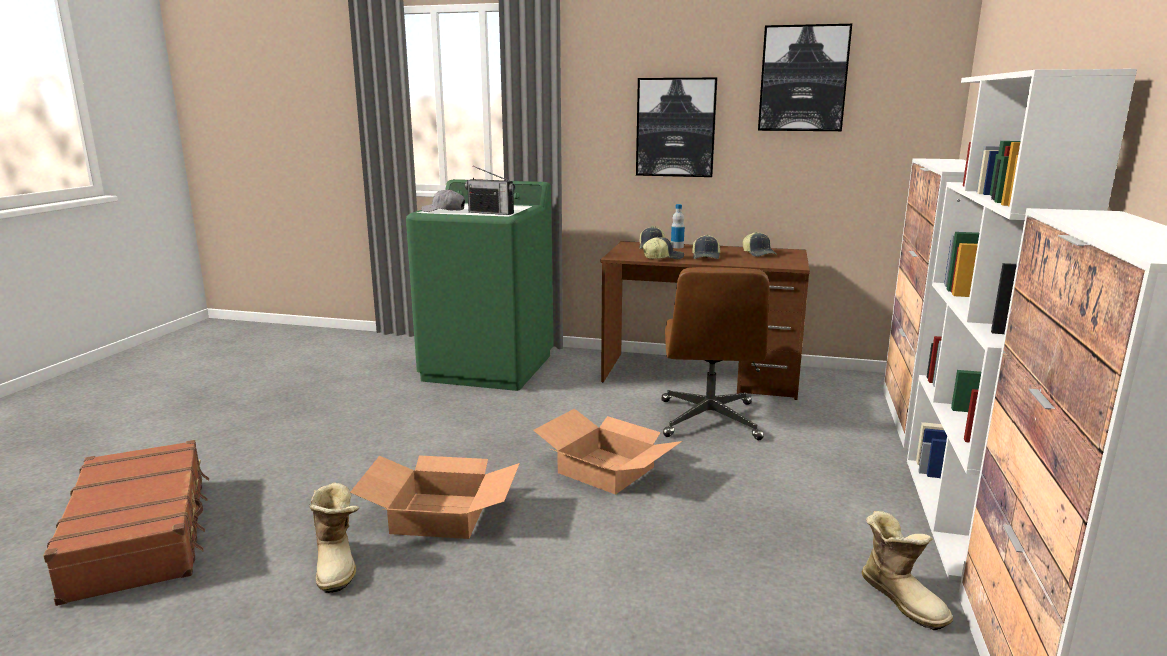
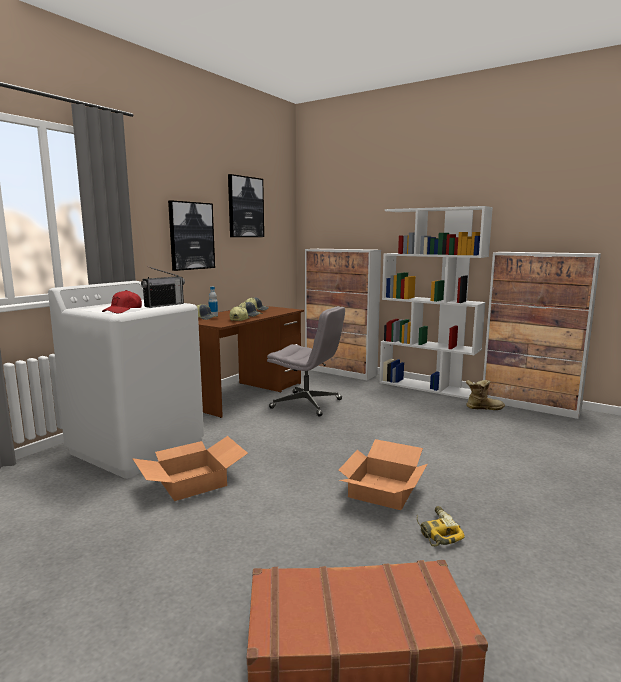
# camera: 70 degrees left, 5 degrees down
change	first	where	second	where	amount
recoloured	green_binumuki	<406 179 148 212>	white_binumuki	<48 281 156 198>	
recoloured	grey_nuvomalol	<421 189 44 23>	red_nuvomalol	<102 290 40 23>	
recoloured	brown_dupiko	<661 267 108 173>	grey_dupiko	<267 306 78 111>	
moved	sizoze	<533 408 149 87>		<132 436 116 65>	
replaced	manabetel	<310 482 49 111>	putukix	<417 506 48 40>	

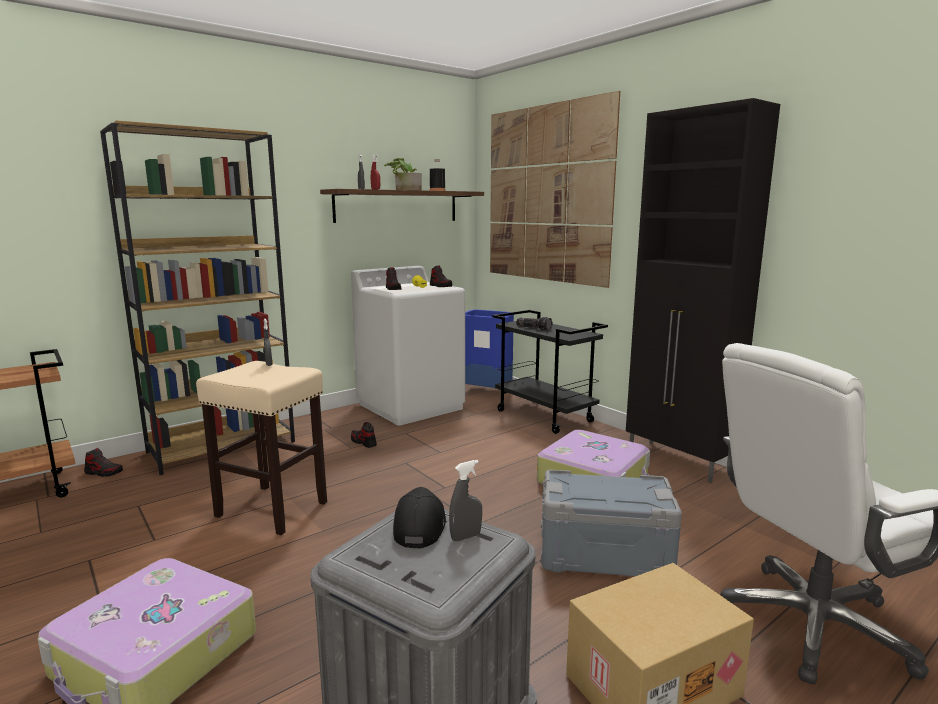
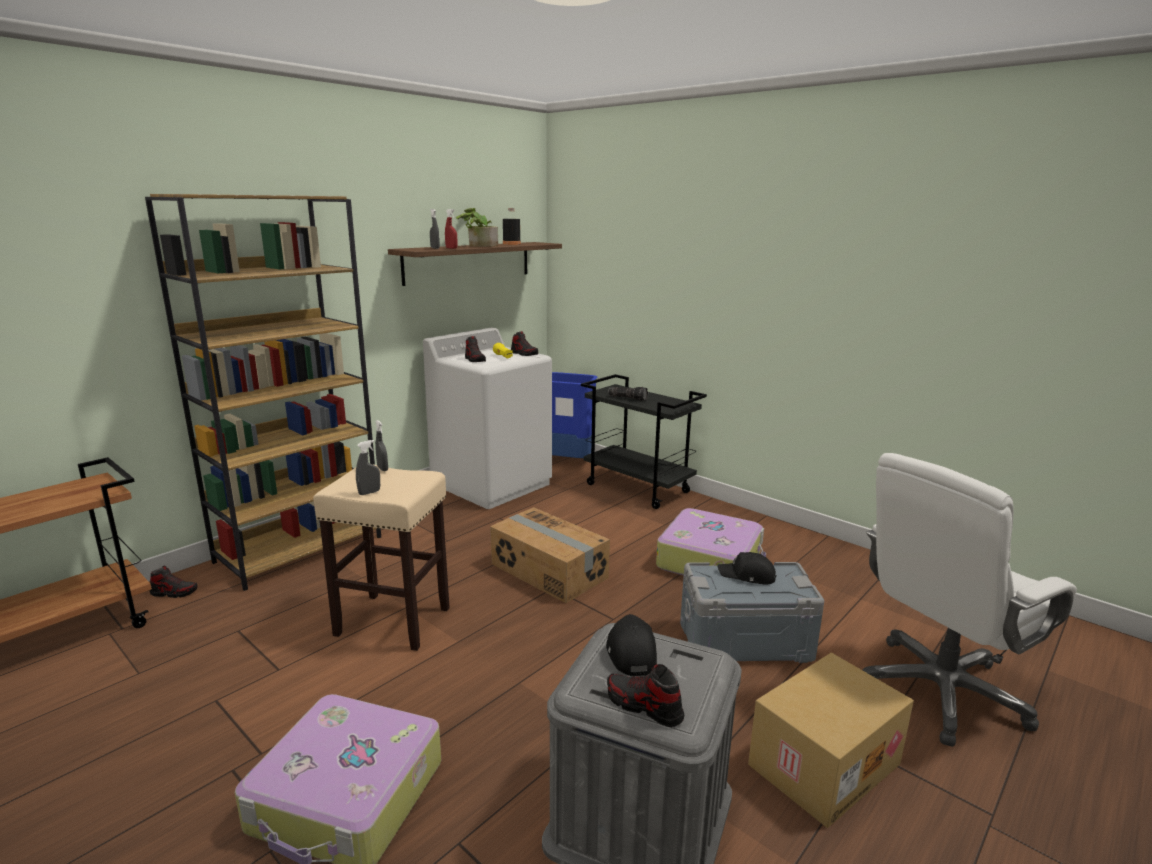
# camera: 10 degrees left, 5 degrees up
change	first	where	second	where	amount
removed	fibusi	<490 91 130 197>			
removed	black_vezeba	<626 98 154 385>			
moved	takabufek	<351 422 26 26>		<607 664 78 63>	
moved	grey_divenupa	<449 460 33 81>		<356 440 24 55>	
added			sizoze	<490 507 120 96>	
added			black_nuvomalol	<717 552 59 33>	

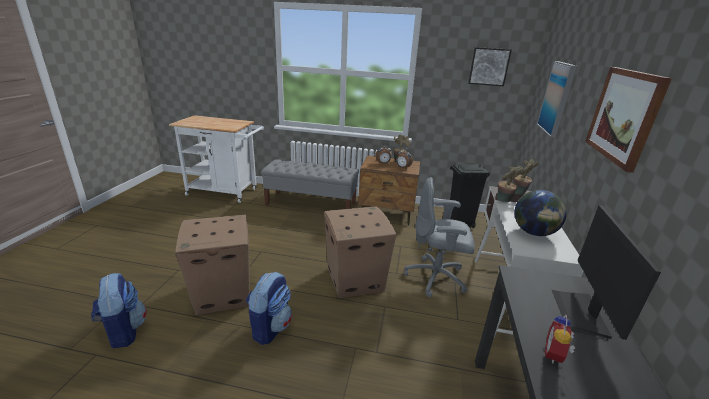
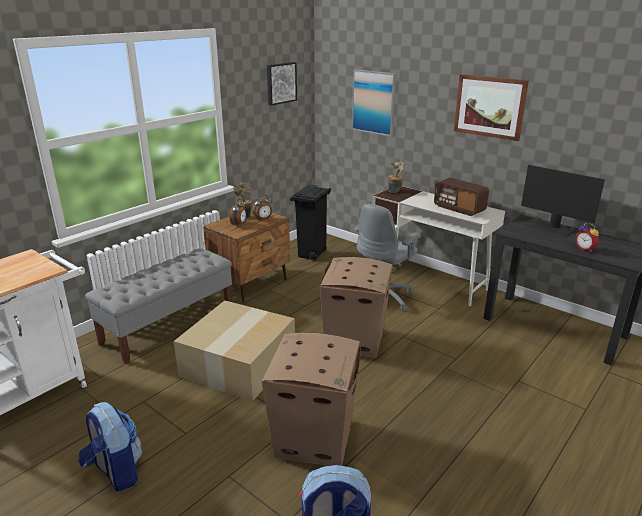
# camera: 60 degrees left, 0 degrees up
change	first	where	second	where	amount
removed	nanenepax	<497 166 27 36>			
replaced	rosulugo	<514 190 53 46>	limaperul	<434 178 55 38>	
moved	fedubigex	<246 272 46 73>		<78 402 64 90>	
added			sizoze	<174 300 121 101>	

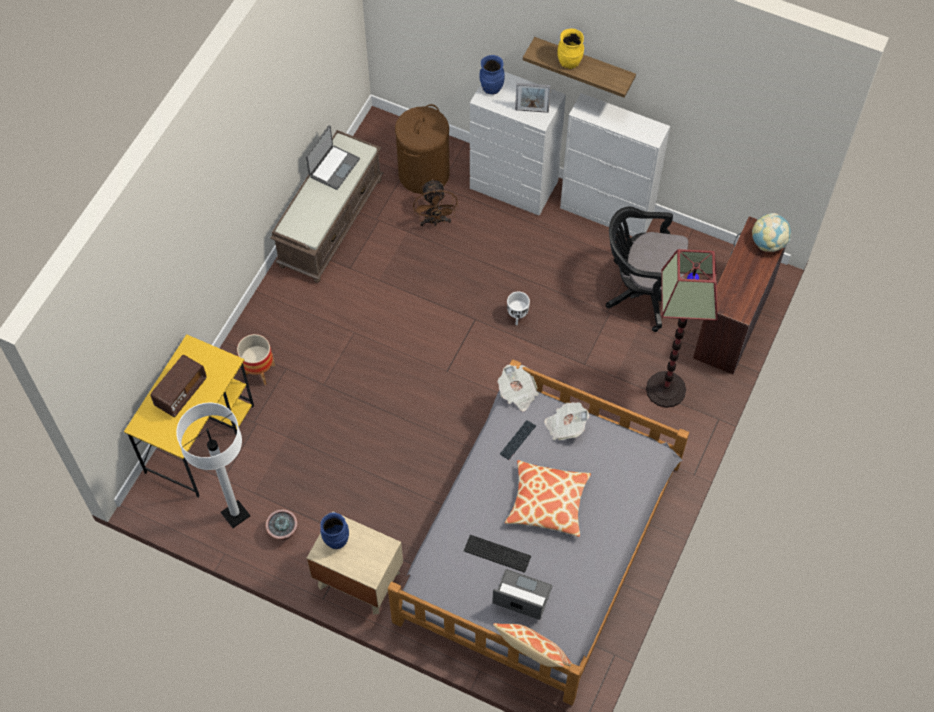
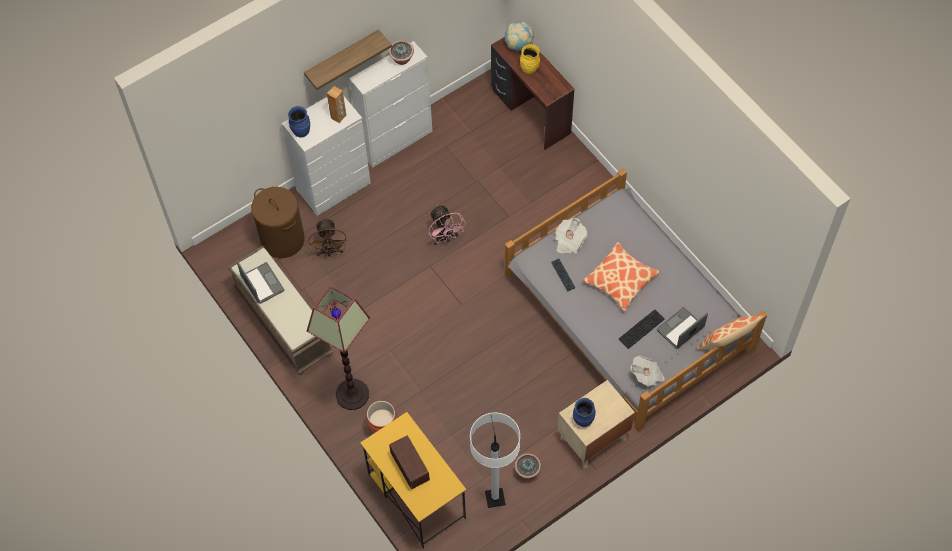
# camera: 60 degrees left, 0 degrees up
change	first	where	second	where	amount
moved	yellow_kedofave	<557 29 27 40>		<520 44 20 30>	
replaced	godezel	<515 83 36 30>	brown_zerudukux	<327 86 19 37>	
turned	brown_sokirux	<413 178 46 48>		<308 218 39 39>	60 degrees clockwise
removed	black_dupiko	<606 207 82 125>			
moved	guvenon	<646 249 72 159>		<307 285 63 125>	
replaced	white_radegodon	<507 291 23 34>	pink_sokirux	<428 205 38 40>	
moved	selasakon	<498 364 41 47>		<630 356 35 31>	
added			nanenepax	<389 40 25 25>	

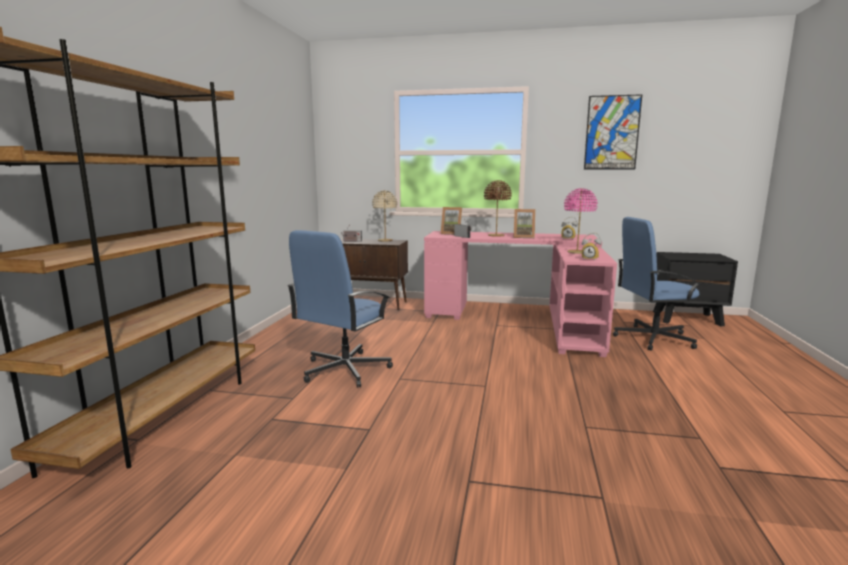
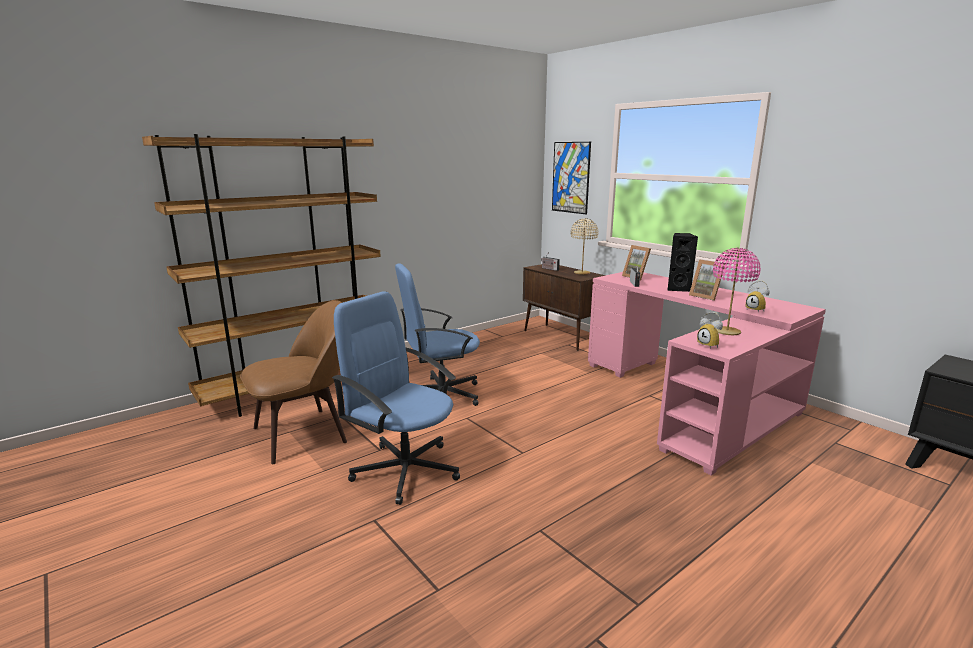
# camera: 40 degrees right, 5 degrees up
change	first	where	second	where	amount
moved	fibusi	<584 94 58 75>		<552 142 39 72>	
replaced	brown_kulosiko	<484 180 28 57>	black_zerudukux	<667 233 31 59>	
moved	blue_dupiko	<613 217 88 134>		<332 291 128 214>	
added			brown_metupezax	<240 300 107 164>	

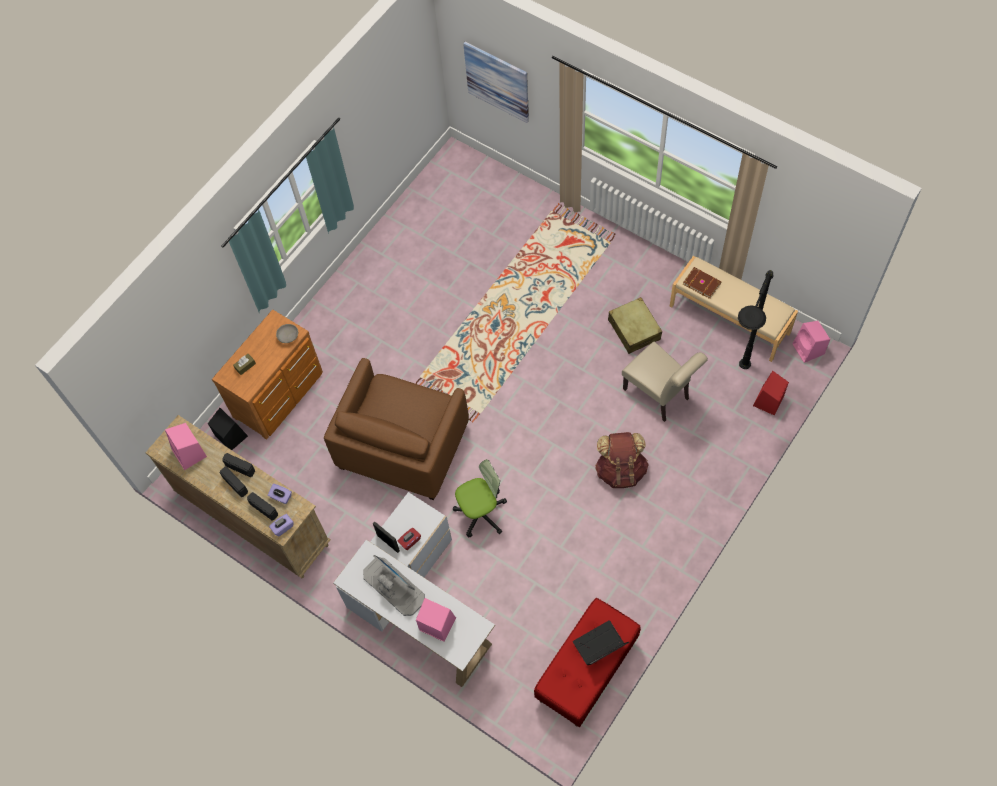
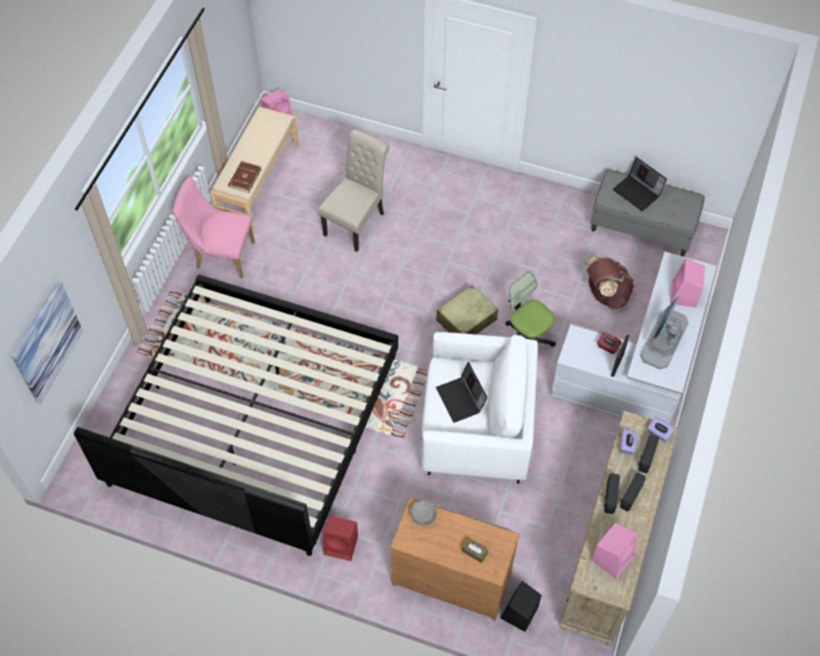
# camera: 110 degrees left, 5 degrees down
change	first	where	second	where	amount
removed	black_guvenon	<738 270 36 99>			
moved	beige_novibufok	<608 297 54 57>		<436 285 62 50>	
recoloured	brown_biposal	<324 358 145 142>	white_biposal	<421 332 117 152>	
moved	red_zerudukux	<753 371 36 45>		<323 516 35 45>	
moved	brown_fedubigex	<595 432 54 56>		<584 255 50 53>	
recoloured	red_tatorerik	<534 598 107 129>	grey_tatorerik	<591 169 114 87>	
added			pink_metupezax	<173 176 82 102>	
added			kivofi	<74 274 324 282>	
added			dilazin	<436 362 51 61>	

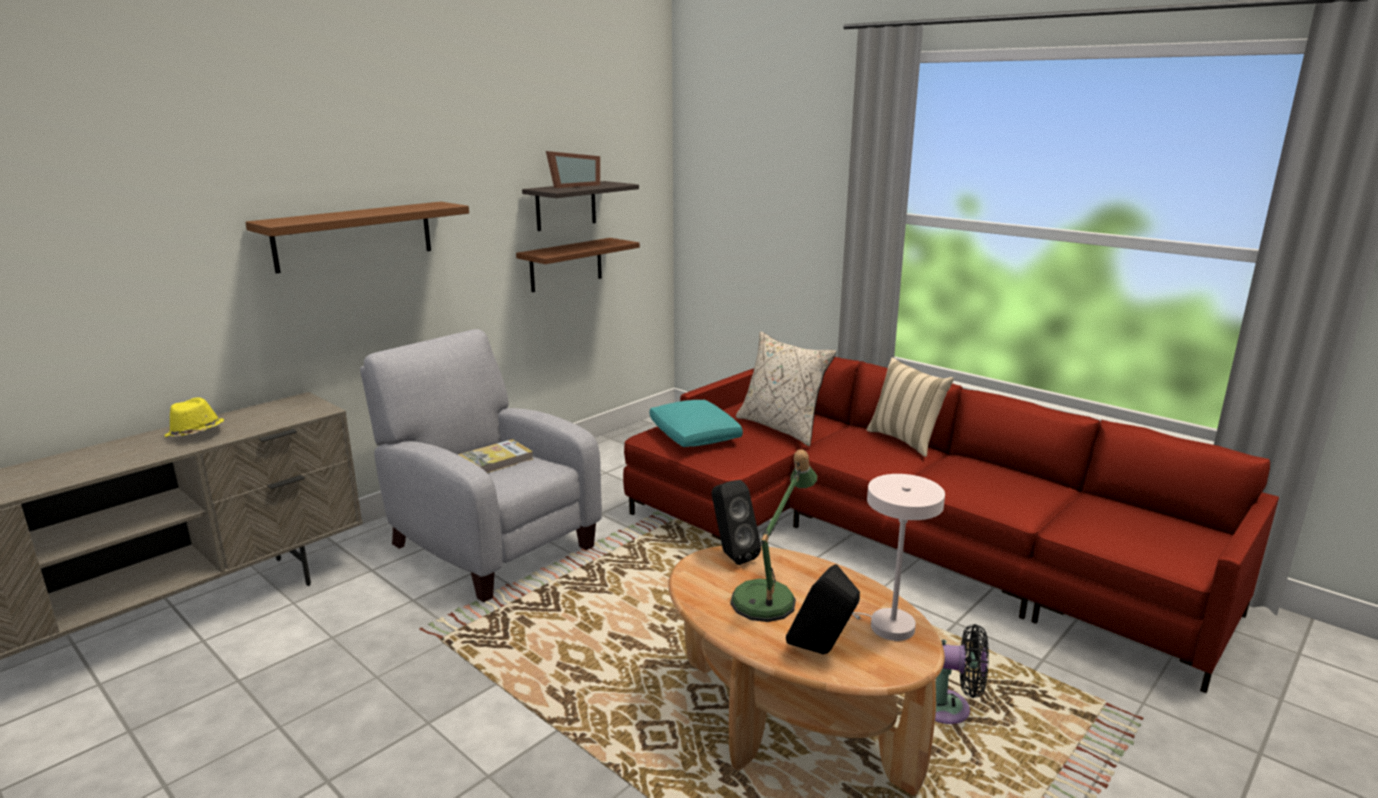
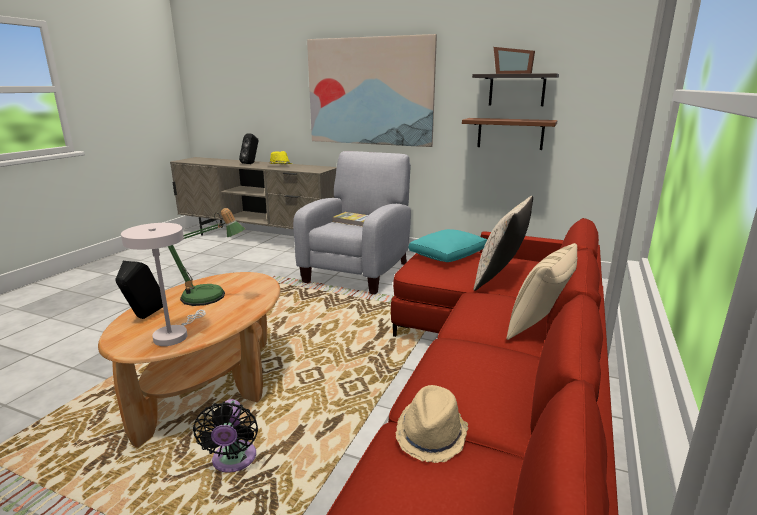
# camera: 70 degrees right, 0 degrees up
change	first	where	second	where	amount
replaced	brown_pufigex	<245 202 224 72>	fibusi	<307 34 130 113>	
moved	black_zerudukux	<711 480 50 85>		<239 133 20 31>	
added			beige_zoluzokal	<396 385 73 78>	

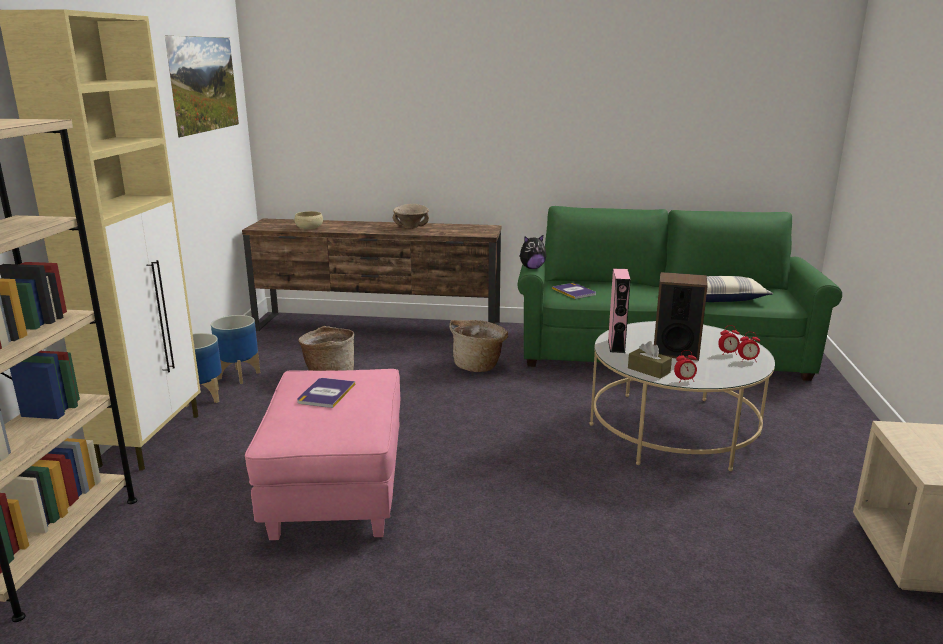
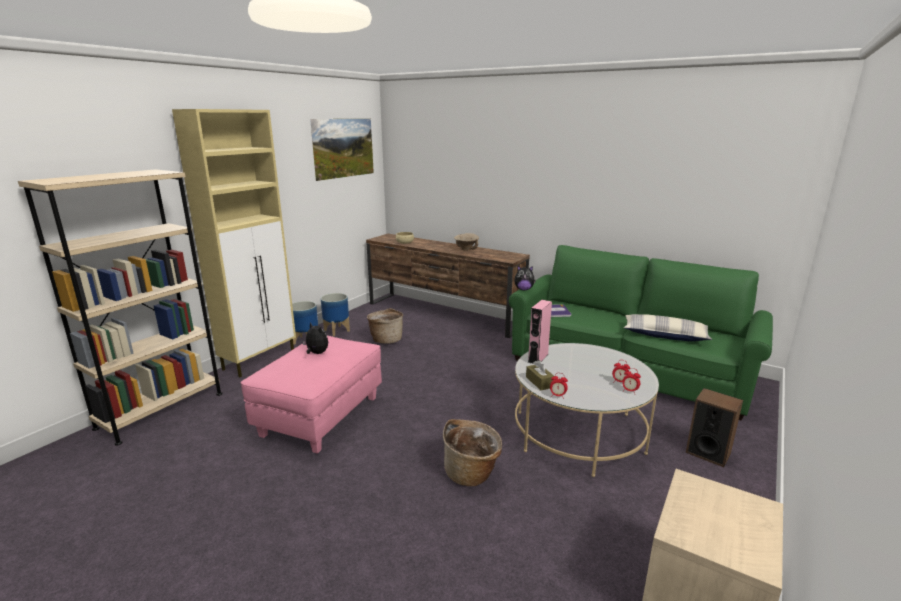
# camera: 25 degrees right, 0 degrees up
change	first	where	second	where	amount
moved	zerudukux	<654 272 54 89>		<686 388 57 79>	
moved	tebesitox	<449 320 59 52>		<443 419 59 67>	
replaced	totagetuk	<297 378 58 30>	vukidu	<302 322 26 32>	

